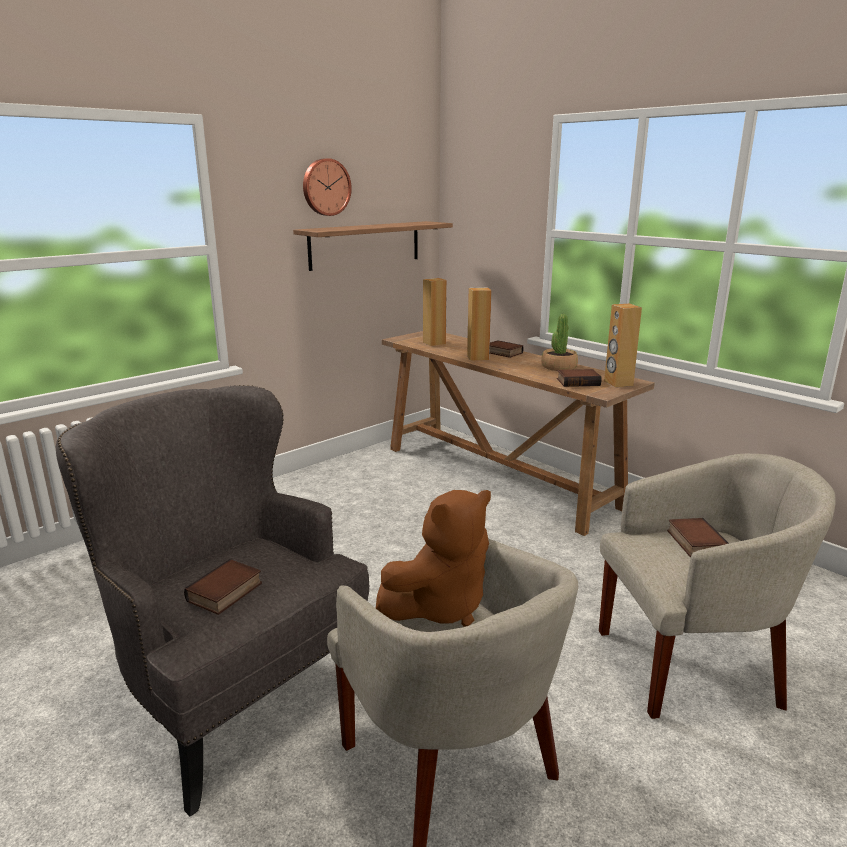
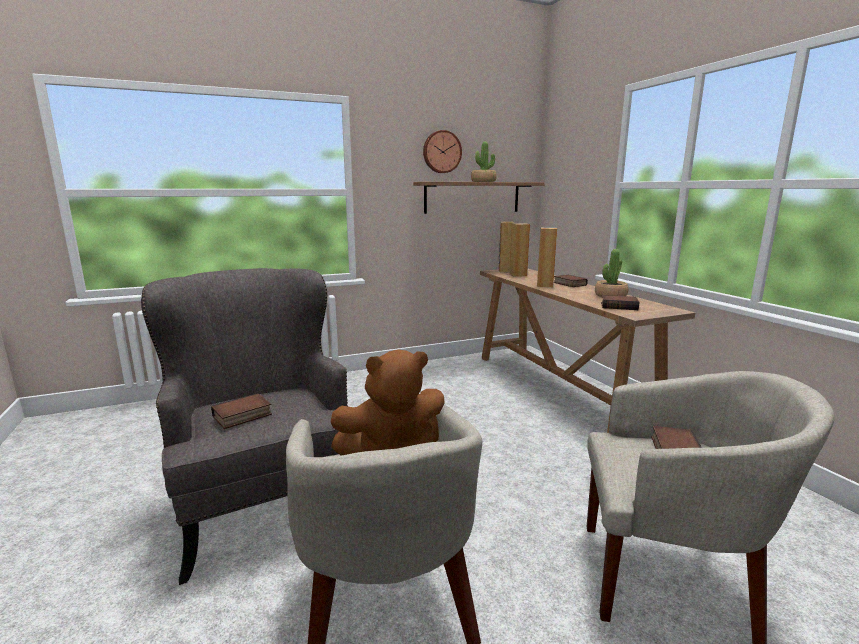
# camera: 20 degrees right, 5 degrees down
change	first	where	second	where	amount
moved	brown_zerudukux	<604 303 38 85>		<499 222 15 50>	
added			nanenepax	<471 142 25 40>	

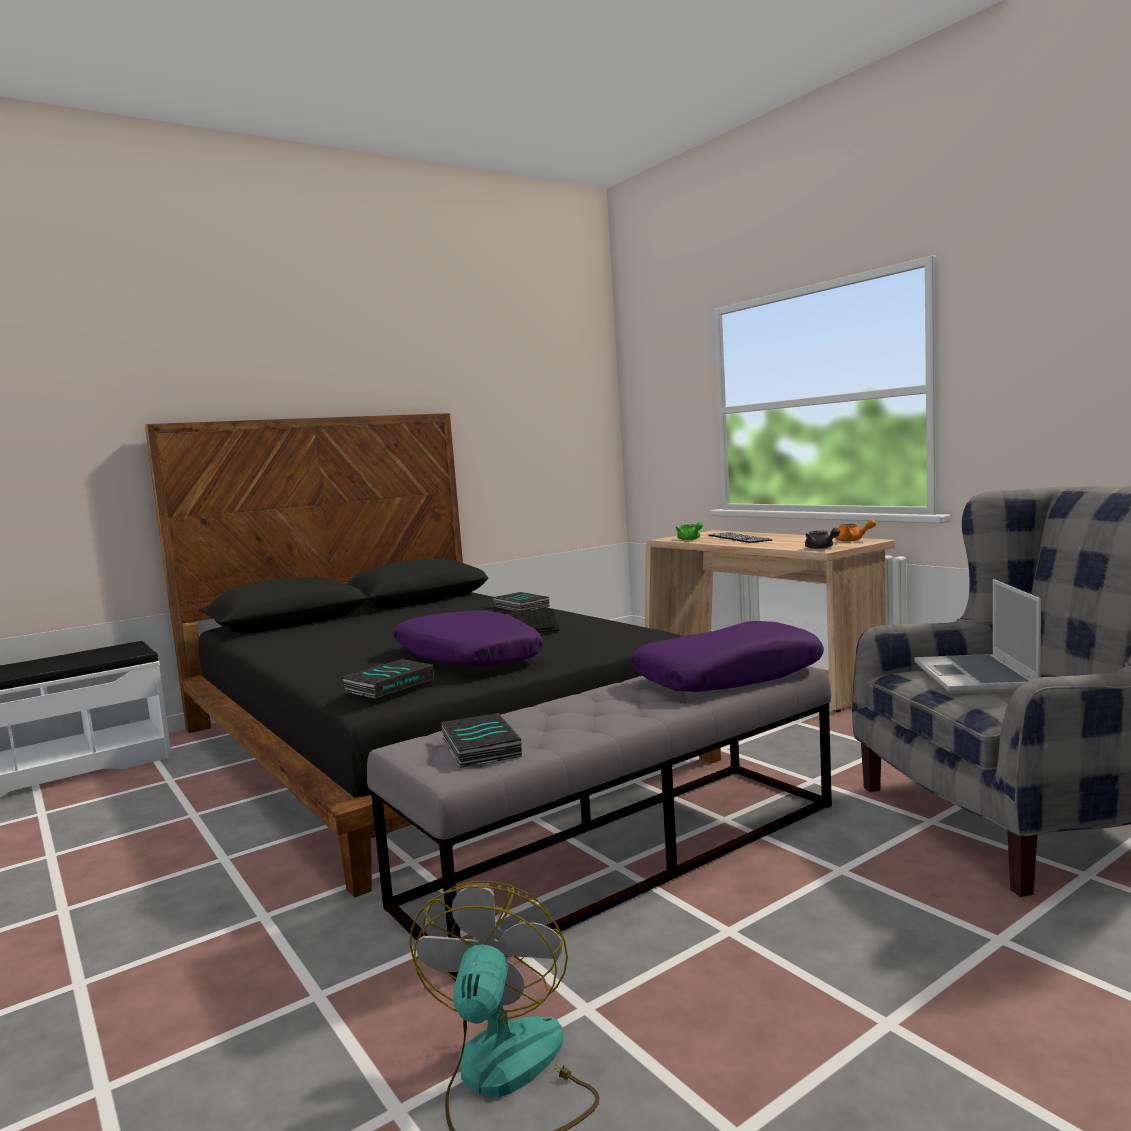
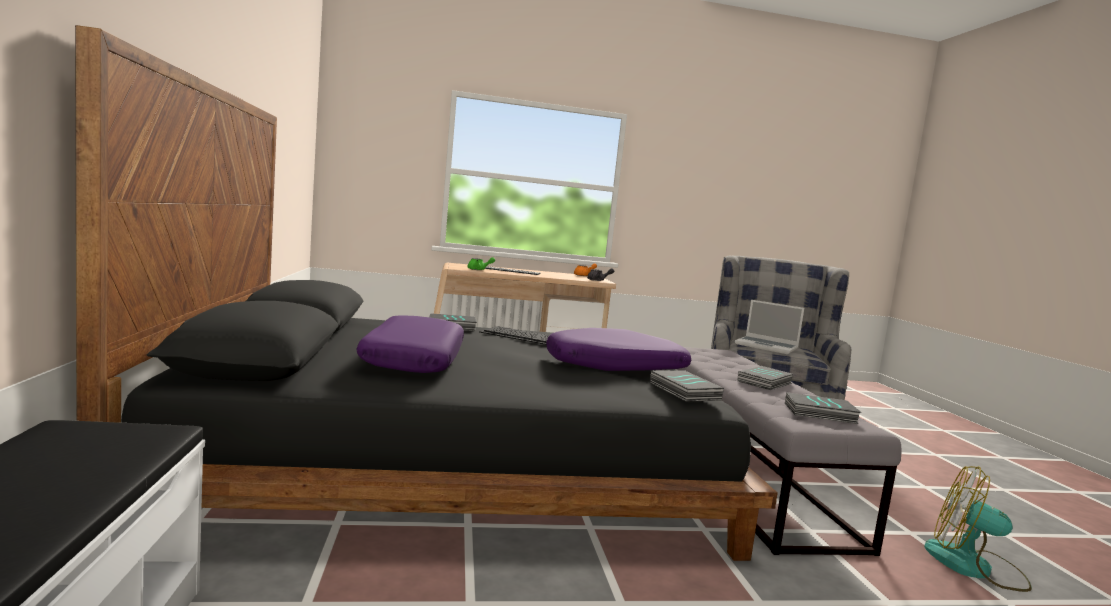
# camera: 65 degrees left, 0 degrees up
change	first	where	second	where	amount
moved	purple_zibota	<632 621 192 71>		<357 315 107 58>	
added			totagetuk	<737 366 56 24>	

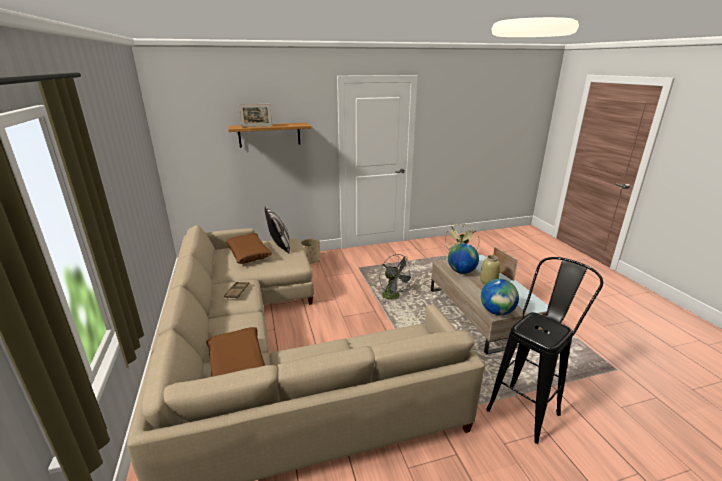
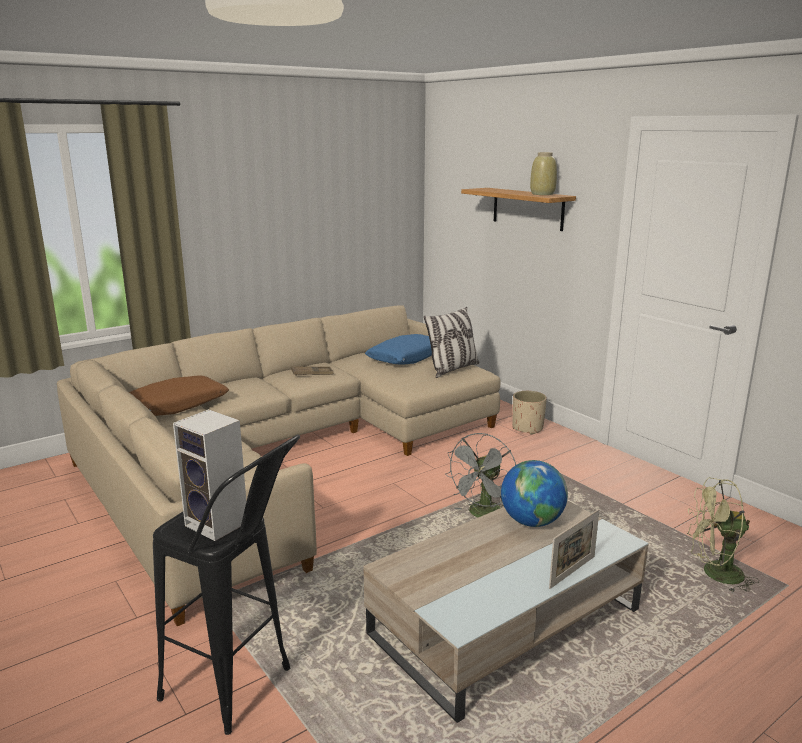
# camera: 70 degrees right, 5 degrees down
change	first	where	second	where	amount
removed	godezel	<239 104 33 23>			
recoloured	brown_zibota	<225 234 47 30>	blue_zibota	<365 334 67 30>	
moved	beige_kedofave	<480 255 20 30>		<530 152 27 43>	
removed	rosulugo	<481 279 38 36>			
added			zerudukux	<173 409 73 132>	

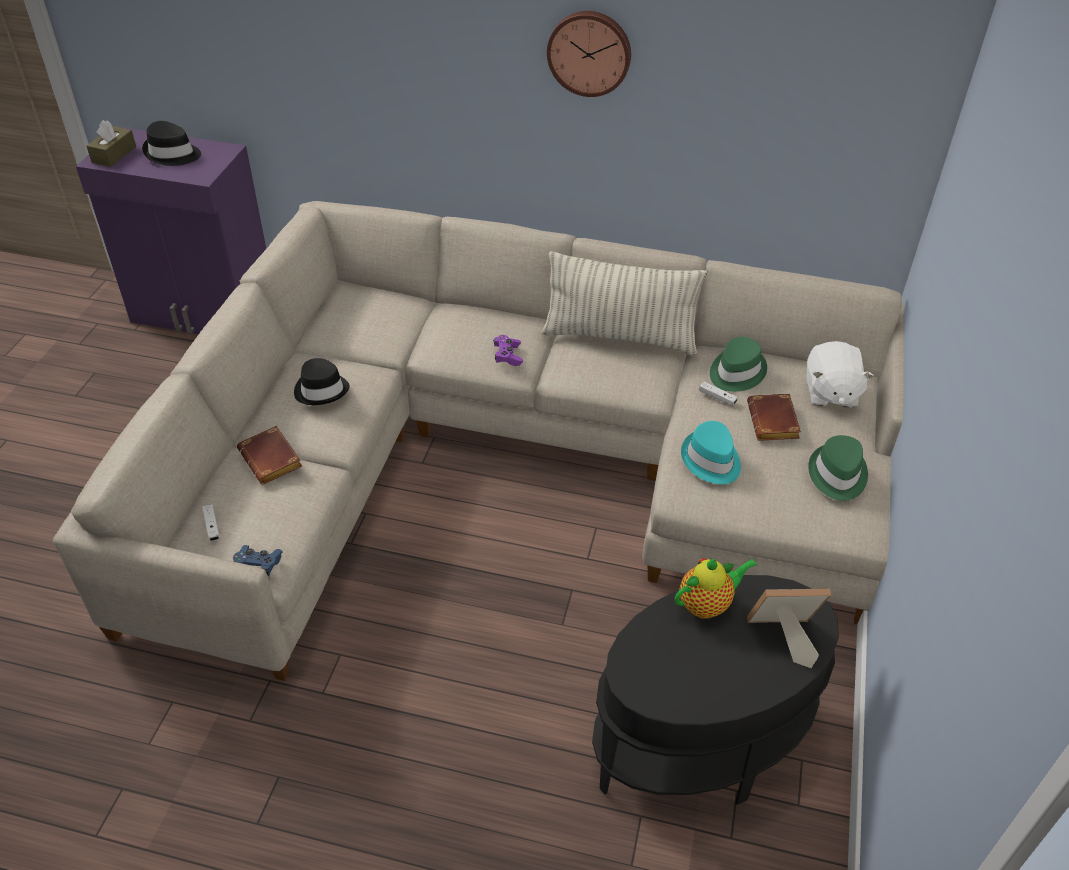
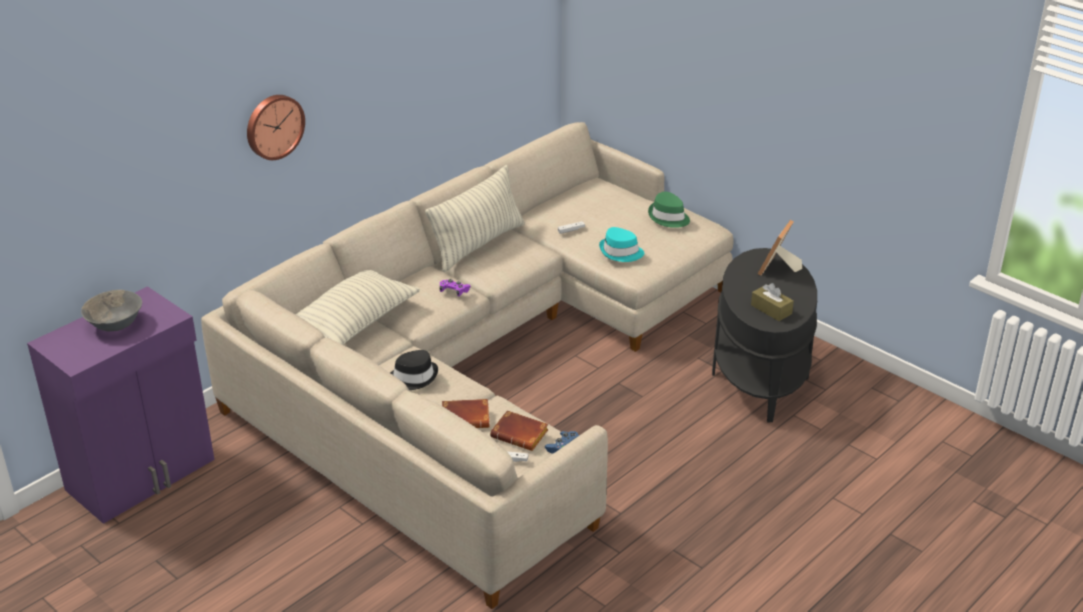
# camera: 60 degrees left, 10 degrees down
change	first	where	second	where	amount
moved	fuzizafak	<547 11 84 86>		<247 95 58 65>	
moved	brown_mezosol	<87 120 49 47>		<751 283 43 38>	
replaced	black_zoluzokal	<142 121 59 45>	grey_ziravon	<81 290 61 41>	
removed	green_zoluzokal	<710 337 57 55>			
removed	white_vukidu	<807 341 67 67>			
moved	brown_totagetuk	<747 394 54 47>		<490 410 58 41>	
removed	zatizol	<675 558 82 61>			
added			zibota	<296 270 124 75>	

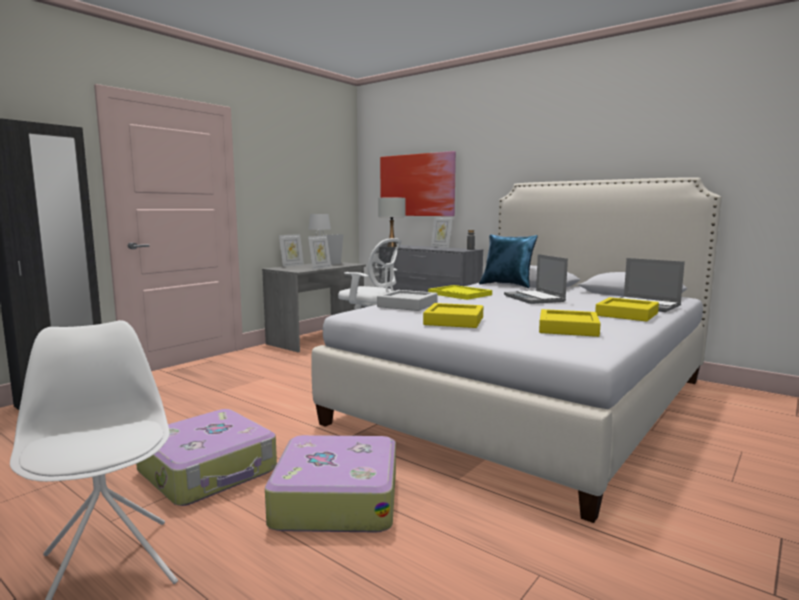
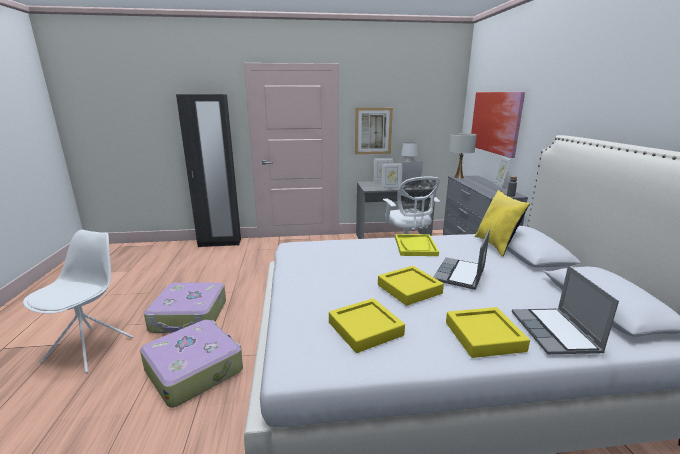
# camera: 45 degrees right, 10 degrees up
change	first	where	second	where	amount
recoloured	blue_zibota	<479 234 59 54>	yellow_zibota	<475 190 55 67>	
removed	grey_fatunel	<377 290 61 21>			
moved	yellow_fatunel	<423 303 60 25>		<378 266 66 40>	
added			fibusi	<355 108 38 46>	

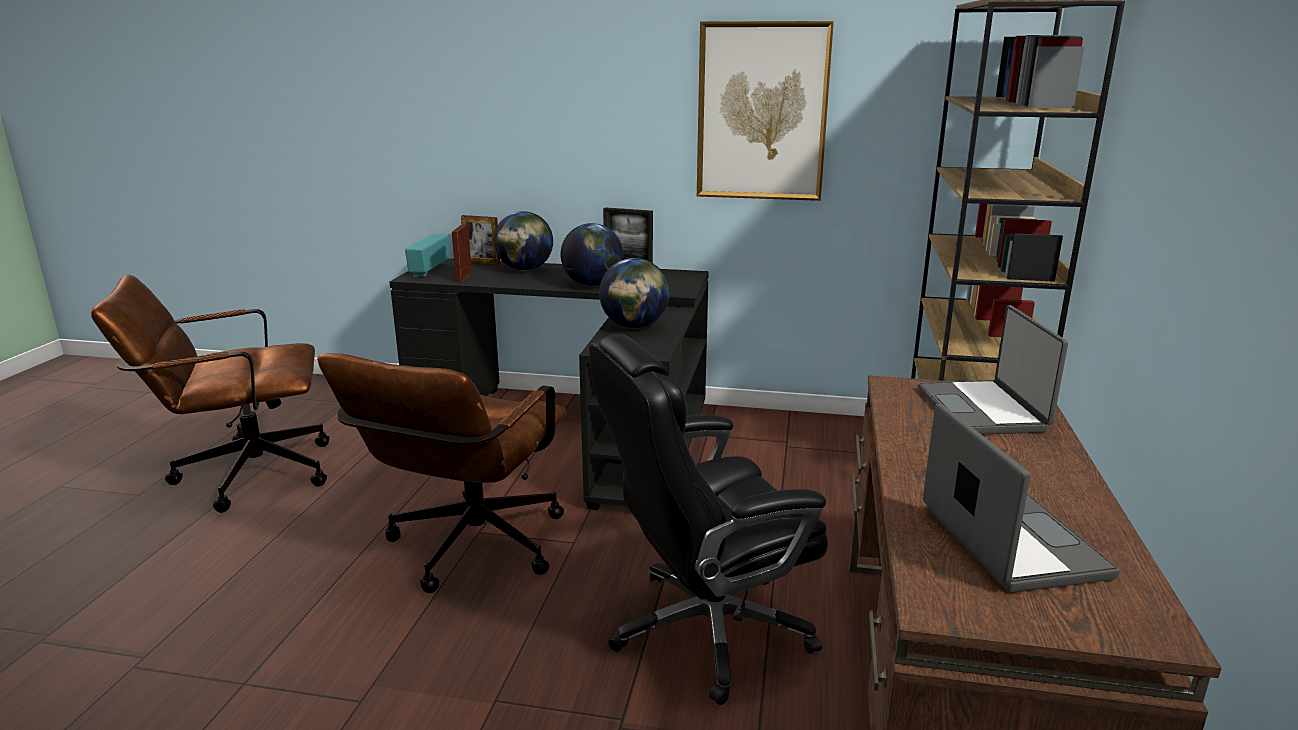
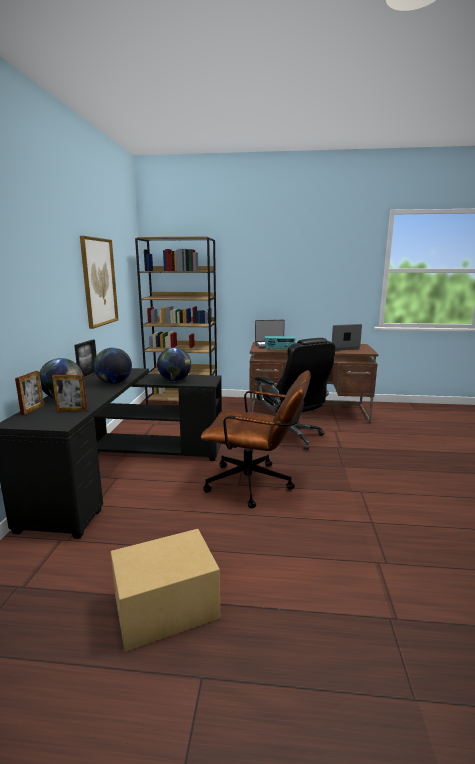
# camera: 95 degrees left, 5 degrees down
change	first	where	second	where	amount
moved	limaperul	<405 234 45 42>		<265 336 31 15>	
replaced	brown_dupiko	<91 274 238 239>	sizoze	<111 529 109 123>	

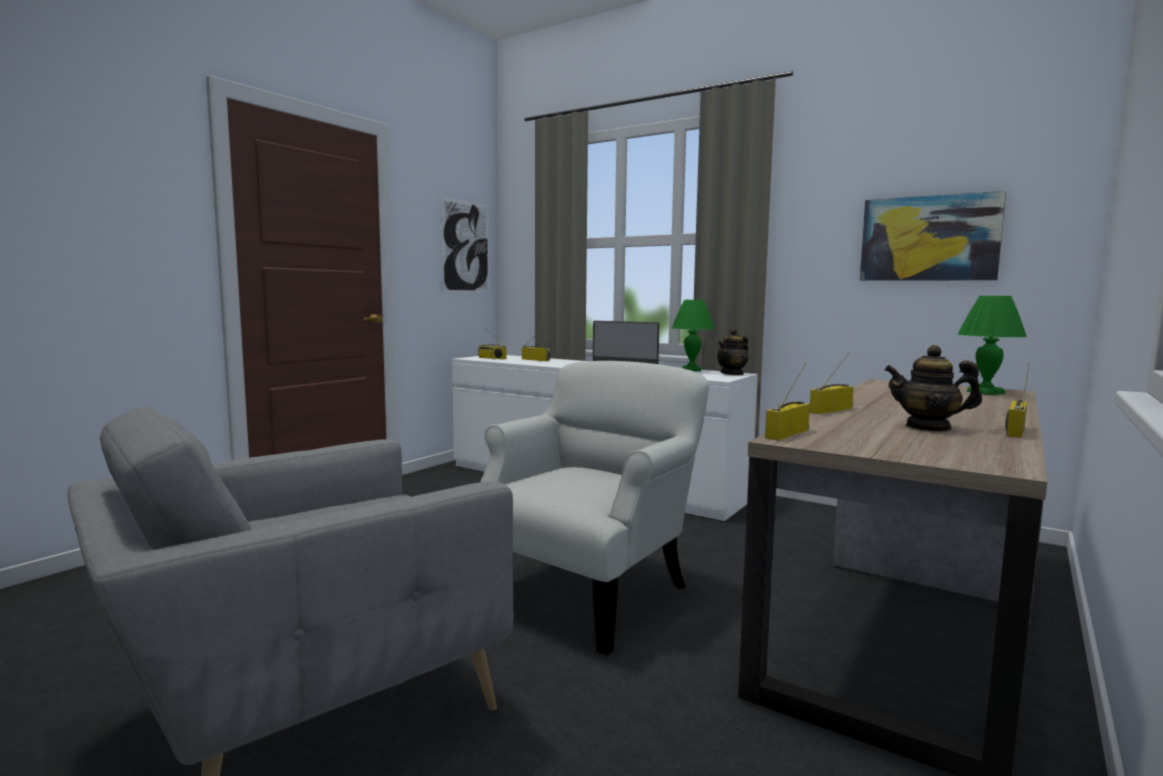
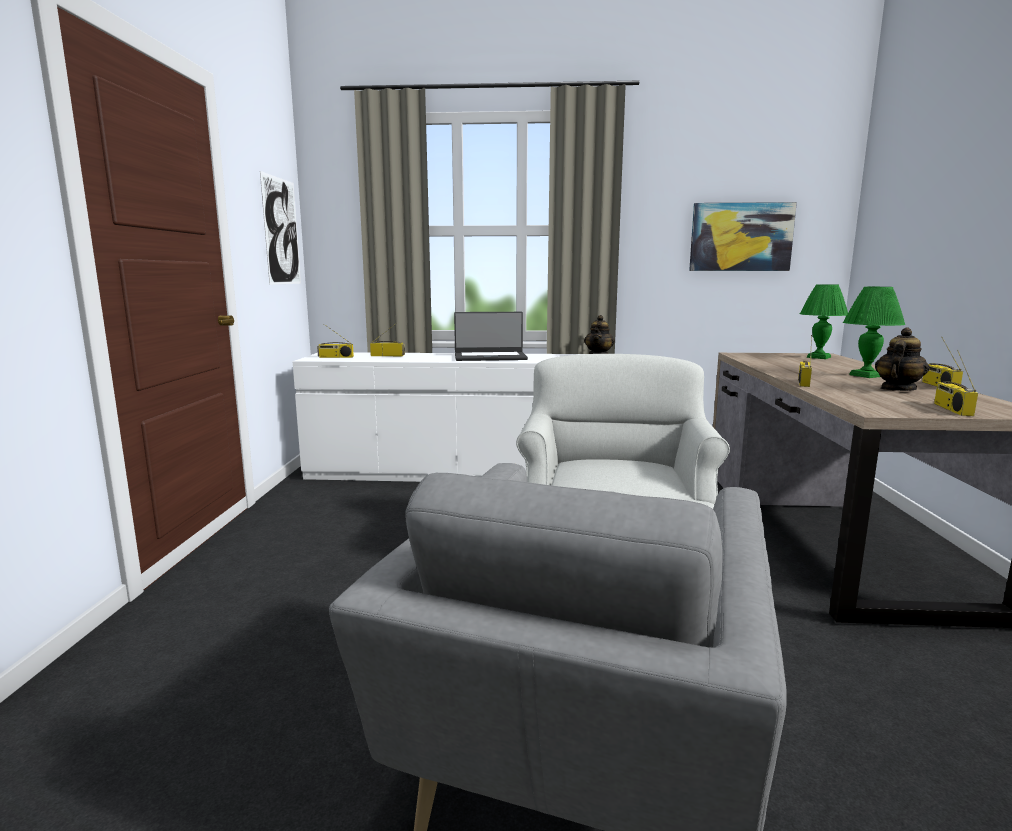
# camera: 30 degrees left, 5 degrees up
change	first	where	second	where	amount
moved	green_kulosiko	<672 300 43 72>		<843 287 62 91>	
turned	zatizol	<884 345 98 87>		<875 327 55 64>	150 degrees clockwise
moved	limaperul	<765 363 45 77>		<934 350 44 66>	

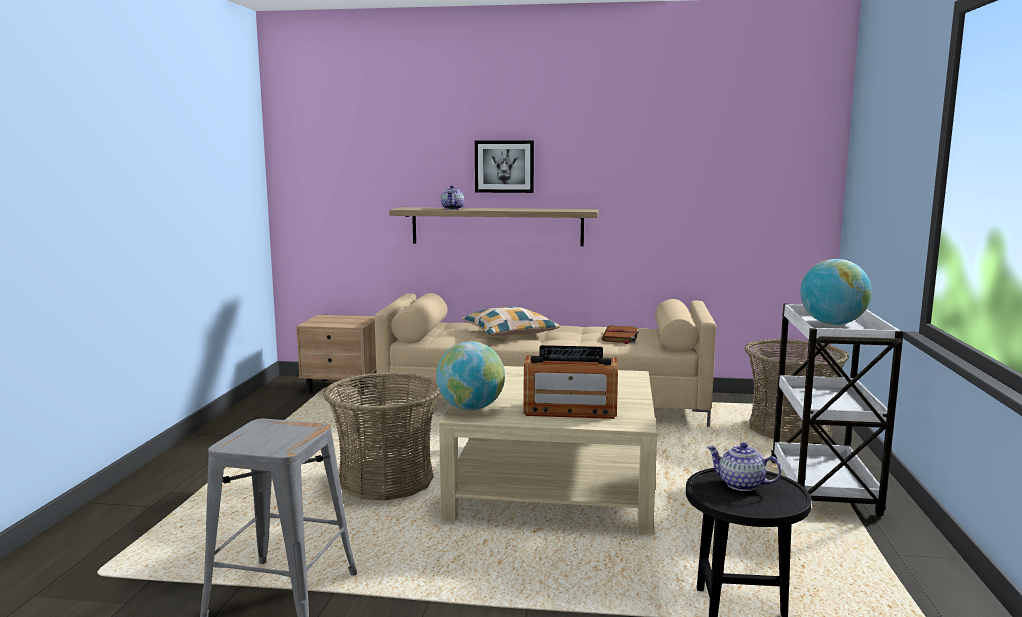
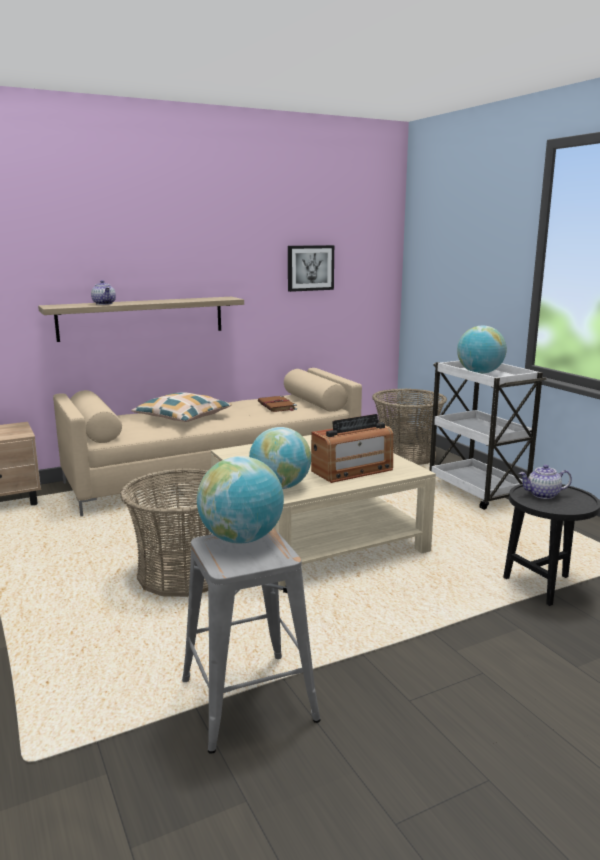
# camera: 35 degrees left, 5 degrees up
change	first	where	second	where	amount
moved	fibusi	<475 141 59 52>		<288 245 46 47>	
added			rosulugo	<197 456 87 87>	

